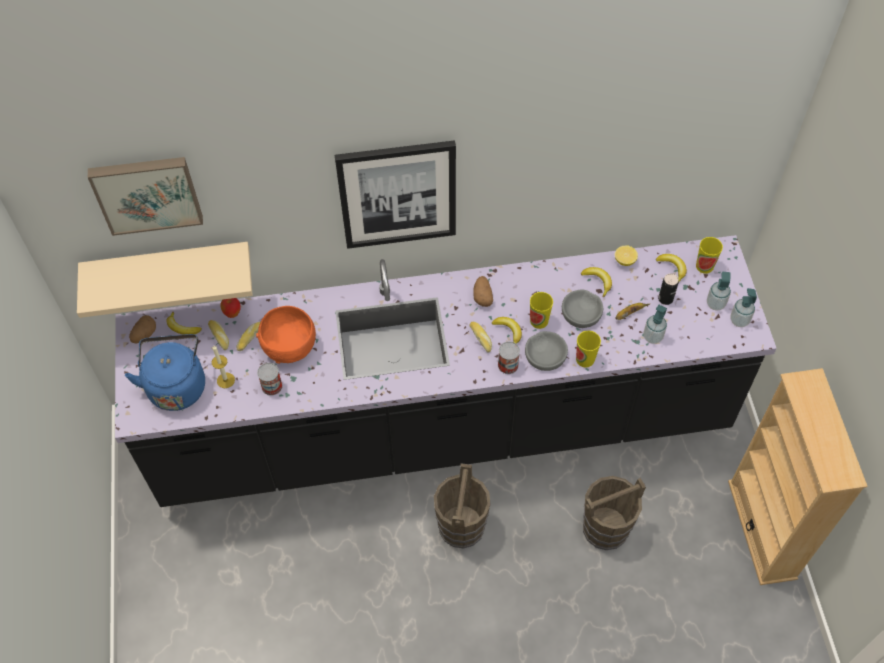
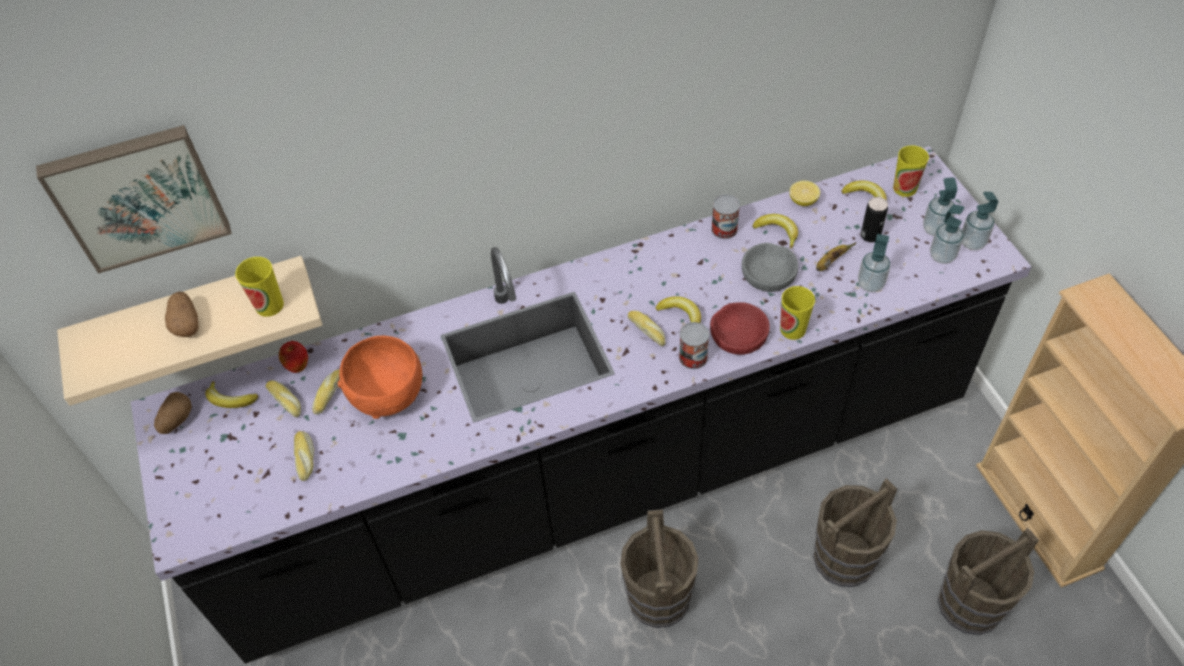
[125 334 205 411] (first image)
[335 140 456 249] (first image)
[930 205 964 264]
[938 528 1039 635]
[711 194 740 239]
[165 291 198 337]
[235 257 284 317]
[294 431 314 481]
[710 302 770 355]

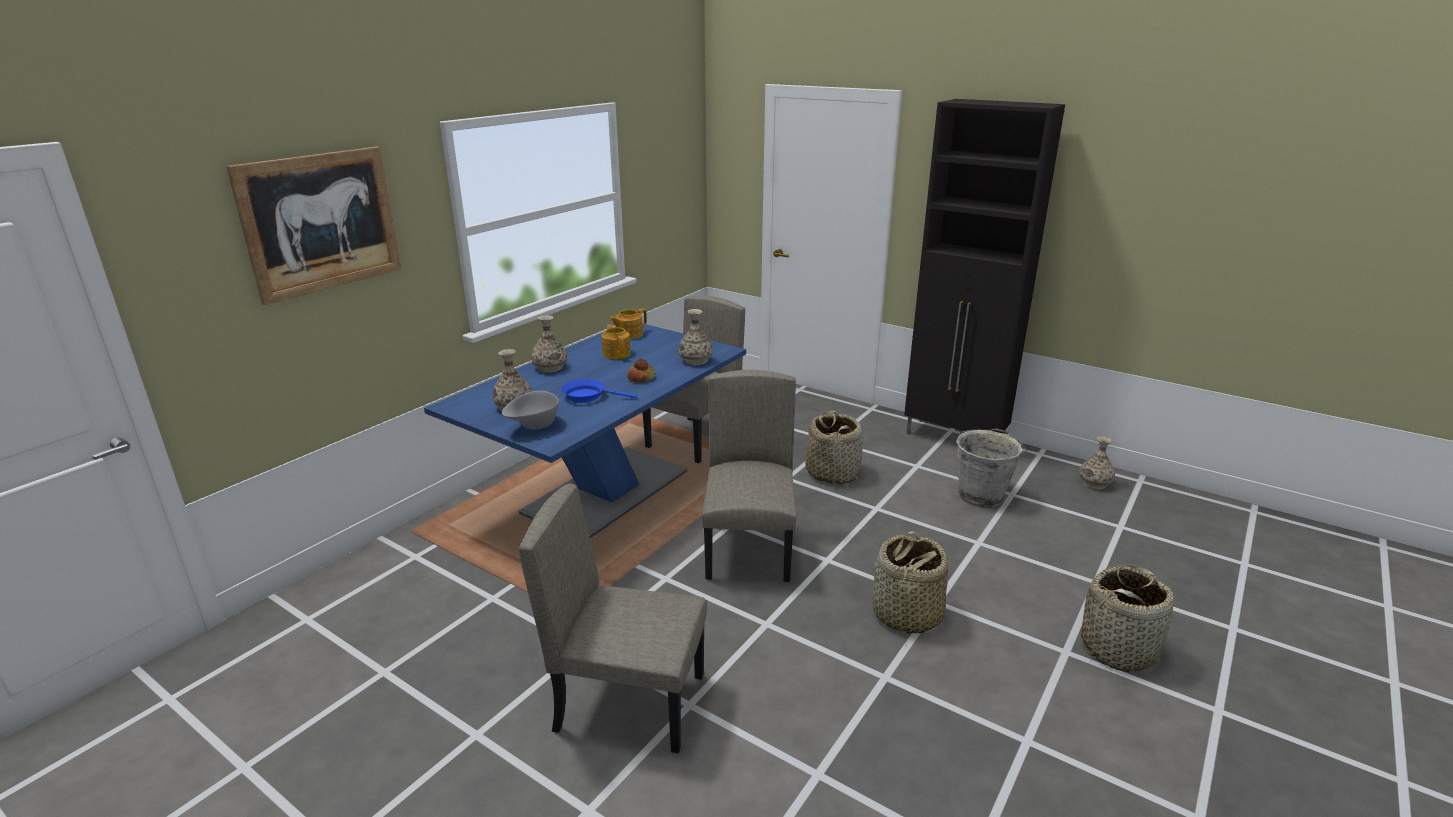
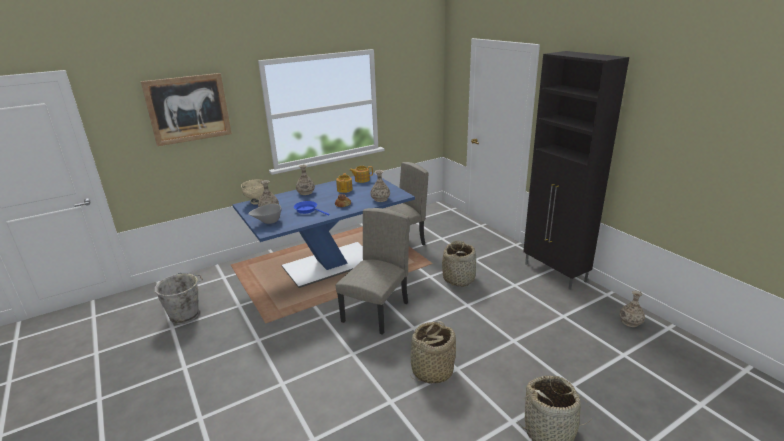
[519 484 707 753] (first image)
[241 179 264 204]
[155 273 203 324]

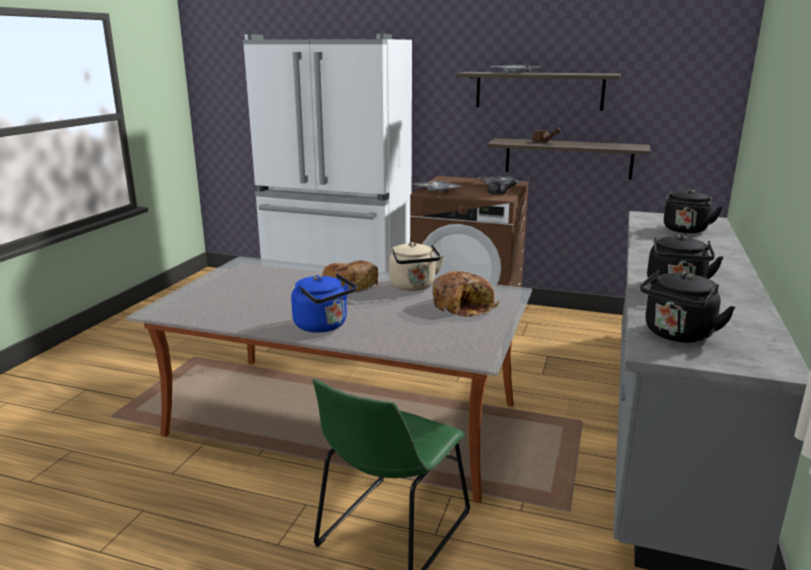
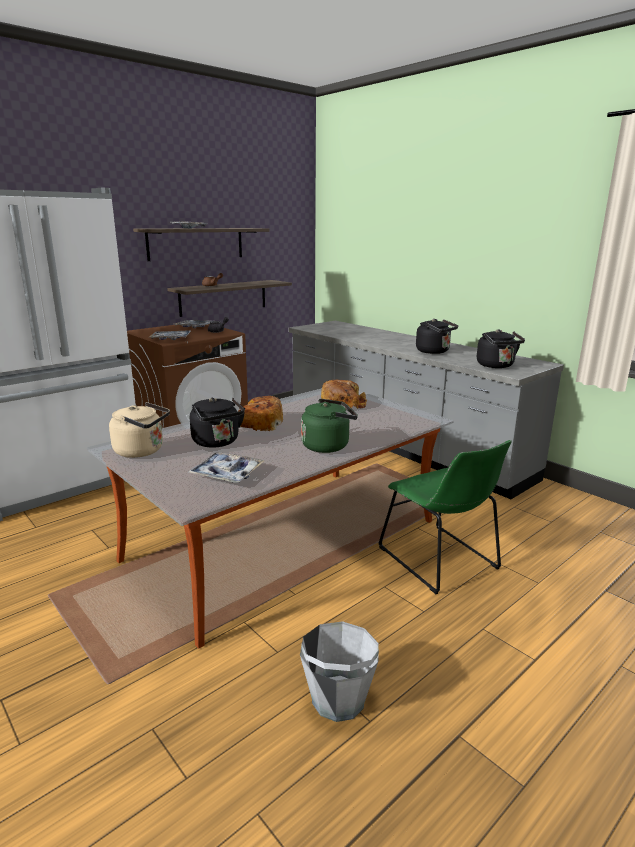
[188 452 265 483]
[300 621 379 722]
[109 402 170 458]
[190 397 245 448]
[301 399 358 453]

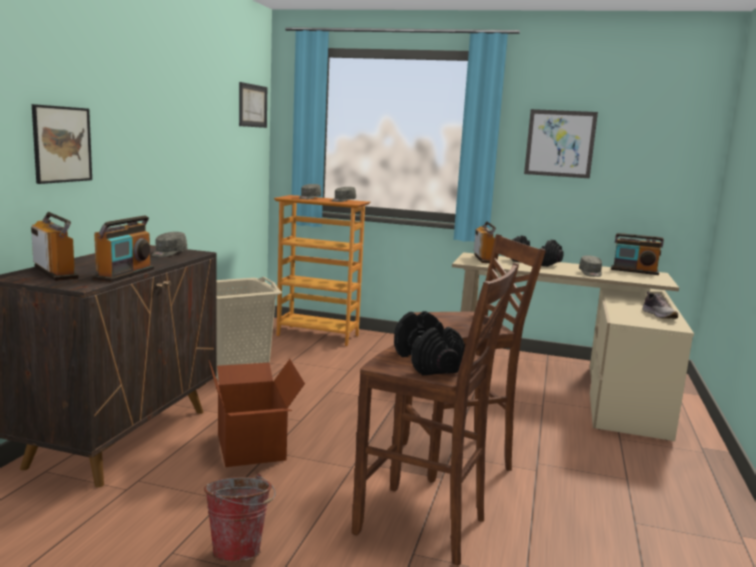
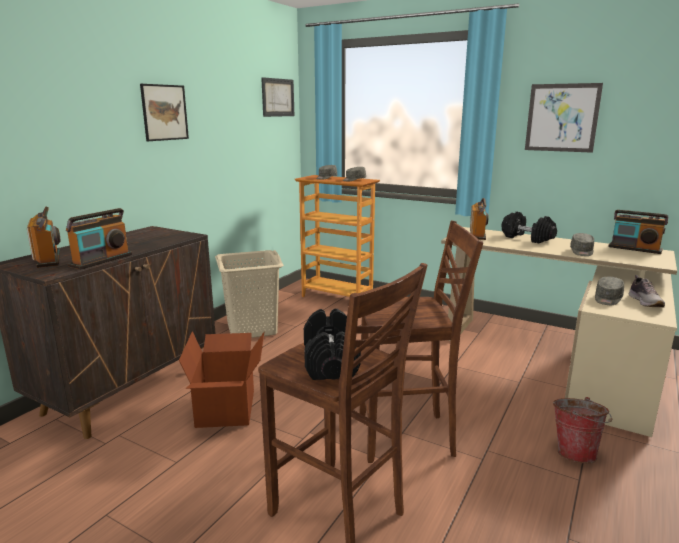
[140 84 189 141]
[595 277 624 305]
[553 397 612 463]

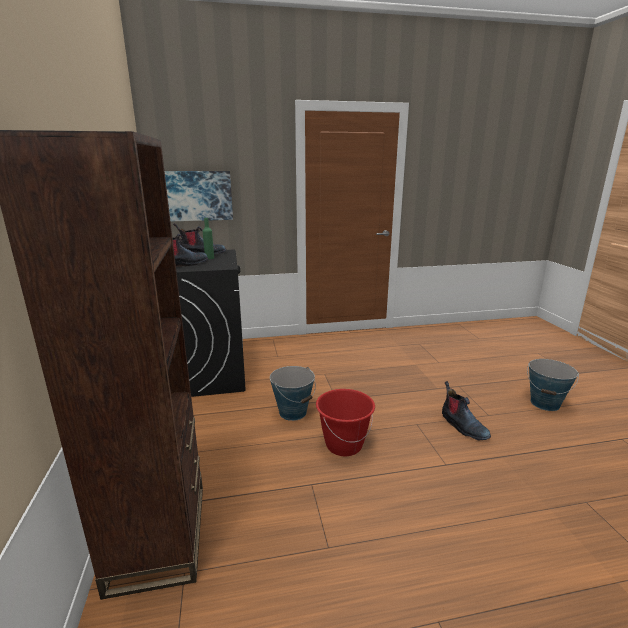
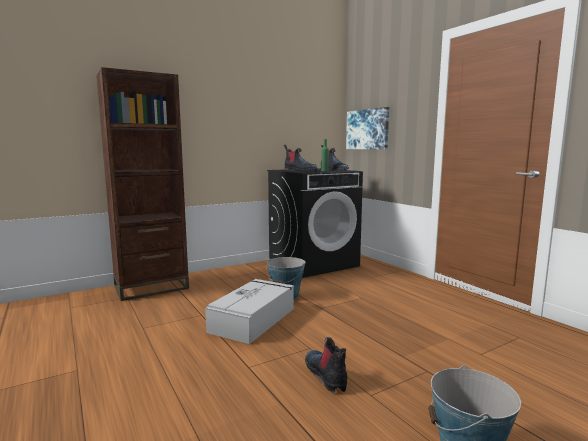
[205 279 294 344]
[305 337 347 393]

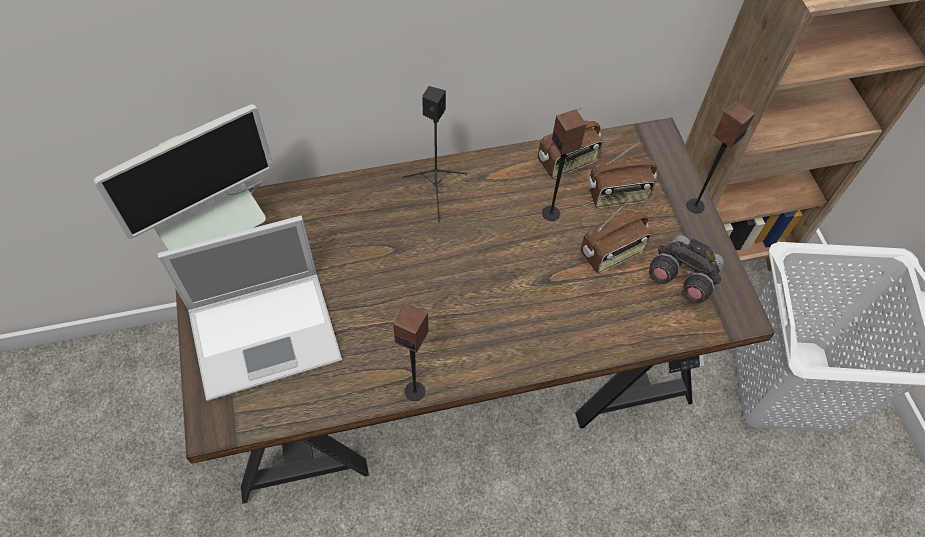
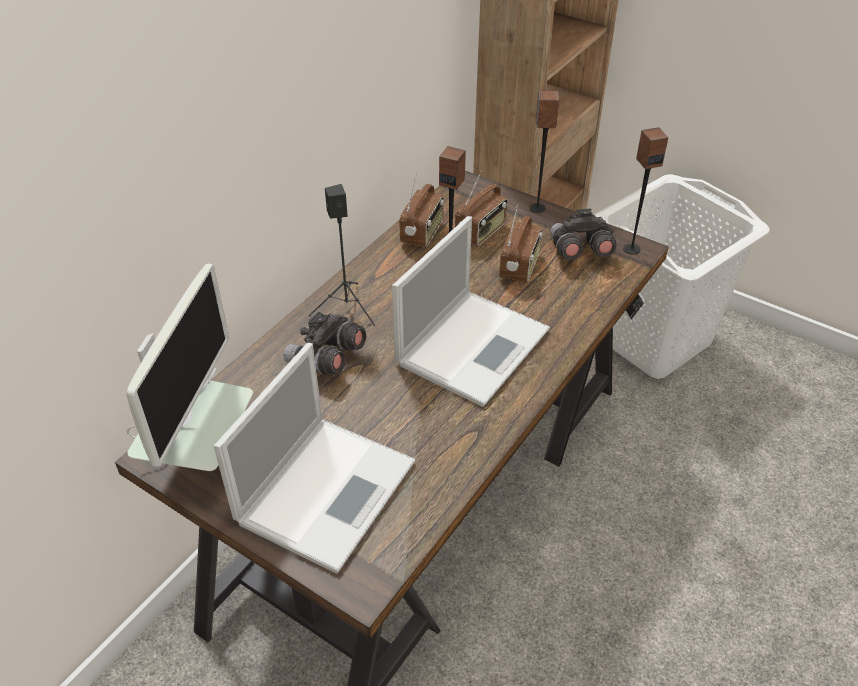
[283 312 367 375]
[392 216 550 407]
[623 127 668 255]

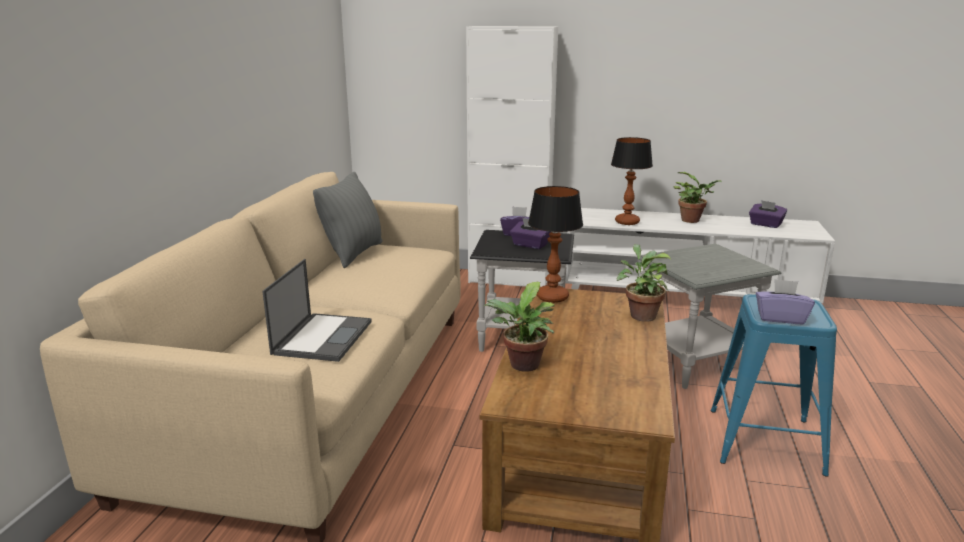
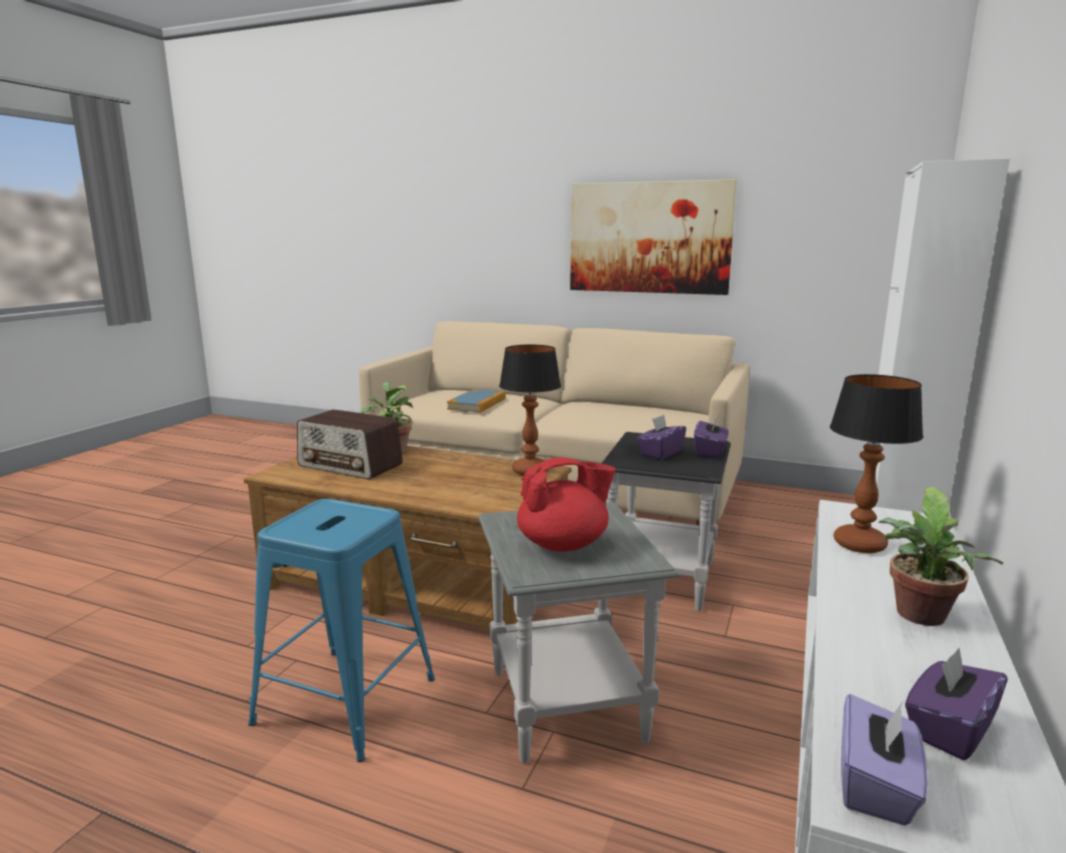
[313 172 383 268] (first image)
[617 244 671 322] (first image)
[297 409 403 479]
[517 457 616 552]
[570 179 737 295]
[841 694 928 826]
[447 389 505 413]

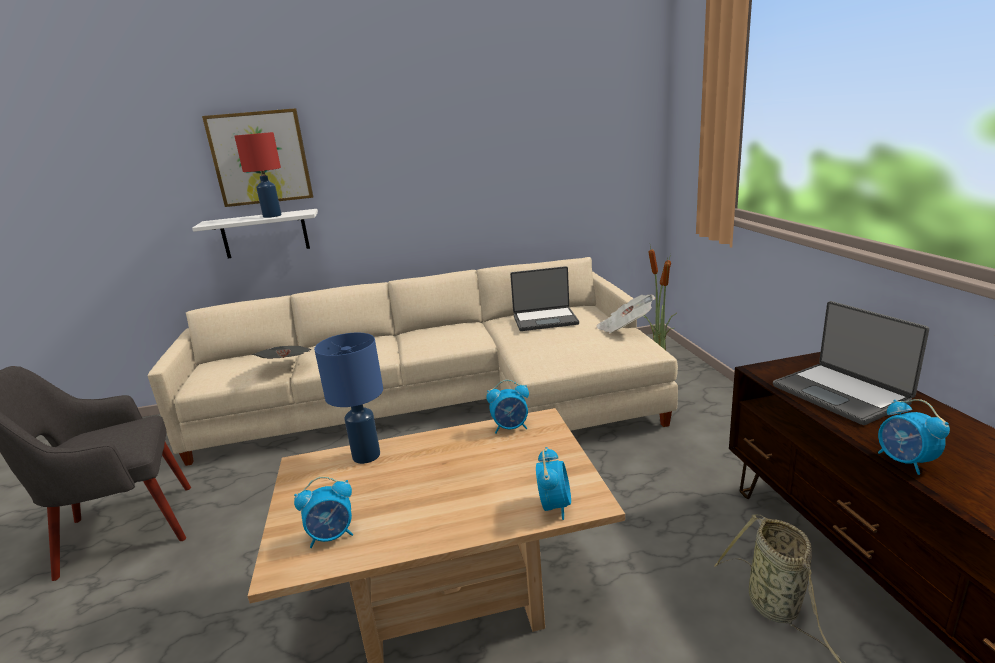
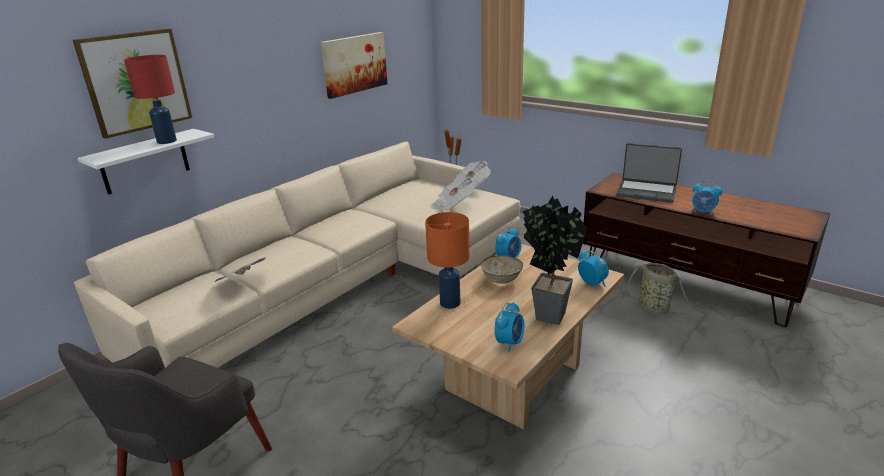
[510 266 579 331] (first image)
[321 32 388 99]
[430 177 474 212]
[481 255 523 284]
[523 196 588 325]
[425 212 470 309]

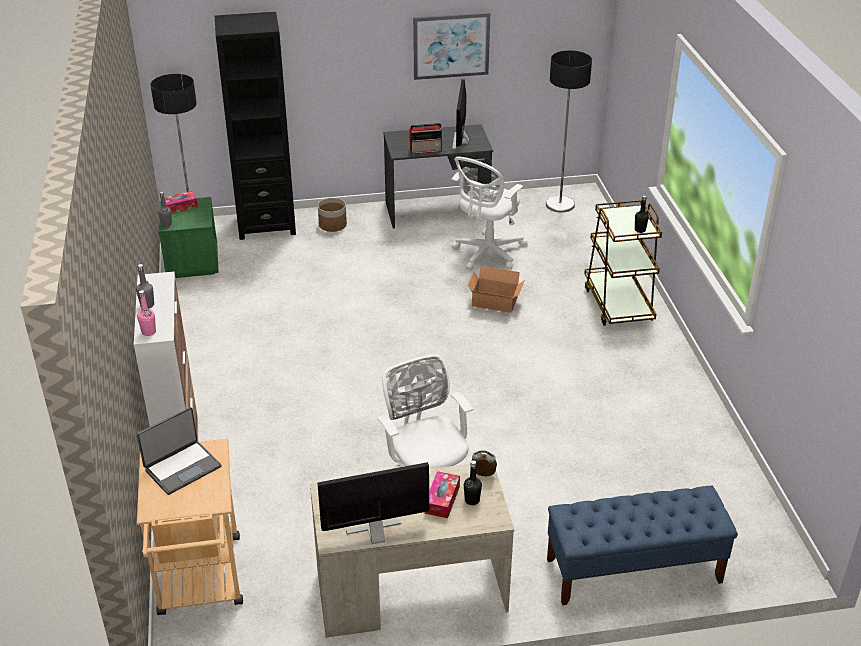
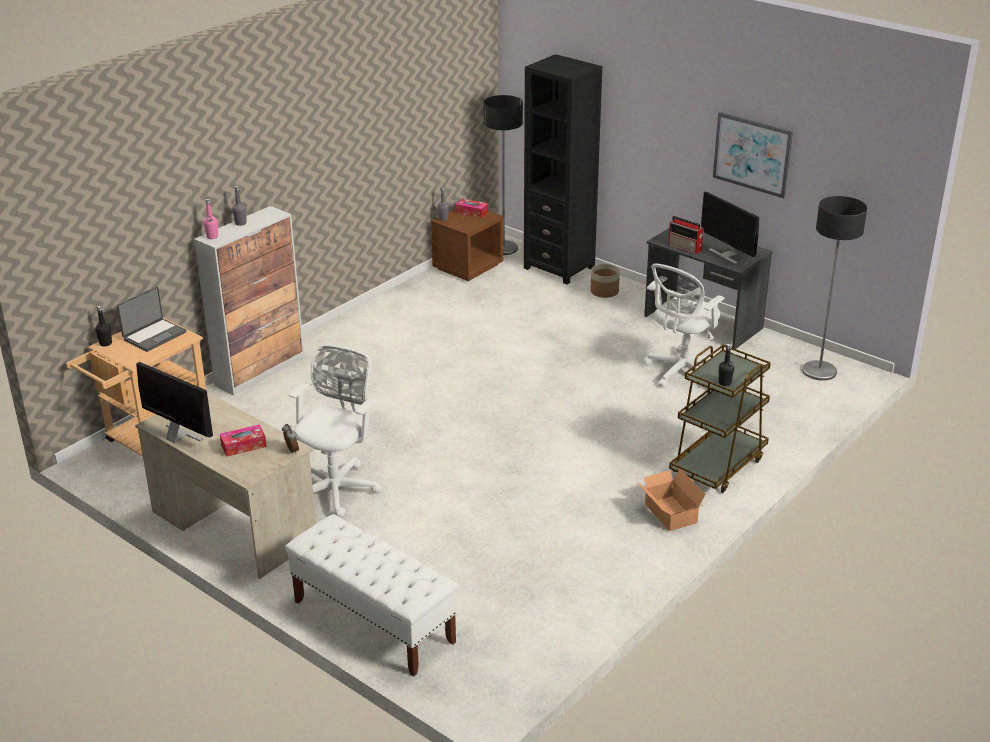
[96 306 112 346]
[638 469 706 531]
[431 209 504 281]
[285 514 458 676]
[117 286 187 352]
[643 263 724 388]
[701 192 759 264]

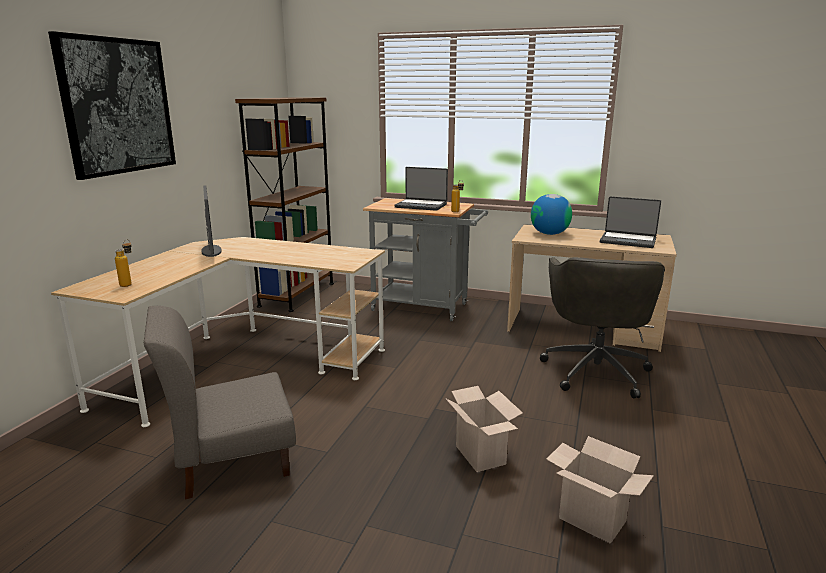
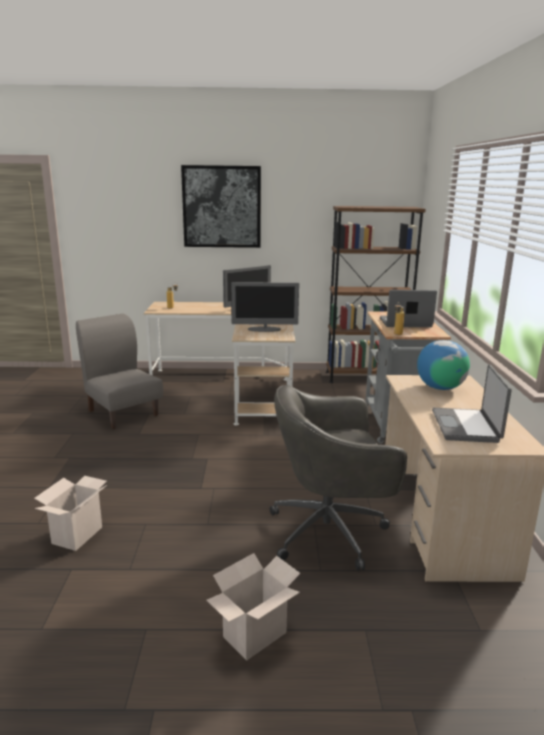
[231 282 299 332]
[206 553 300 660]
[380 290 437 327]

